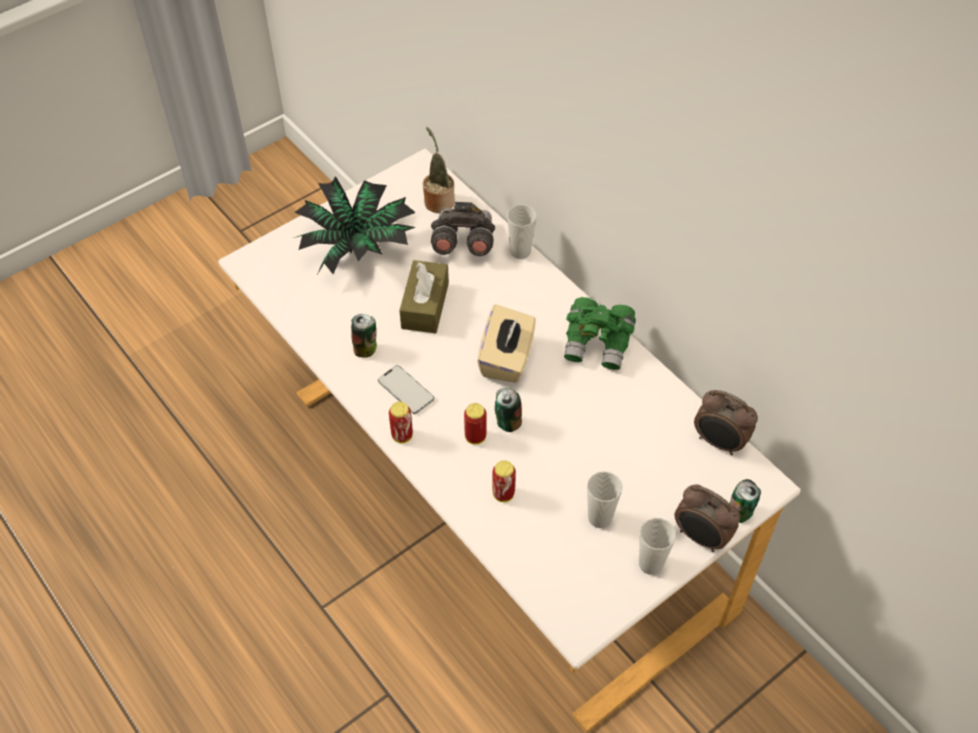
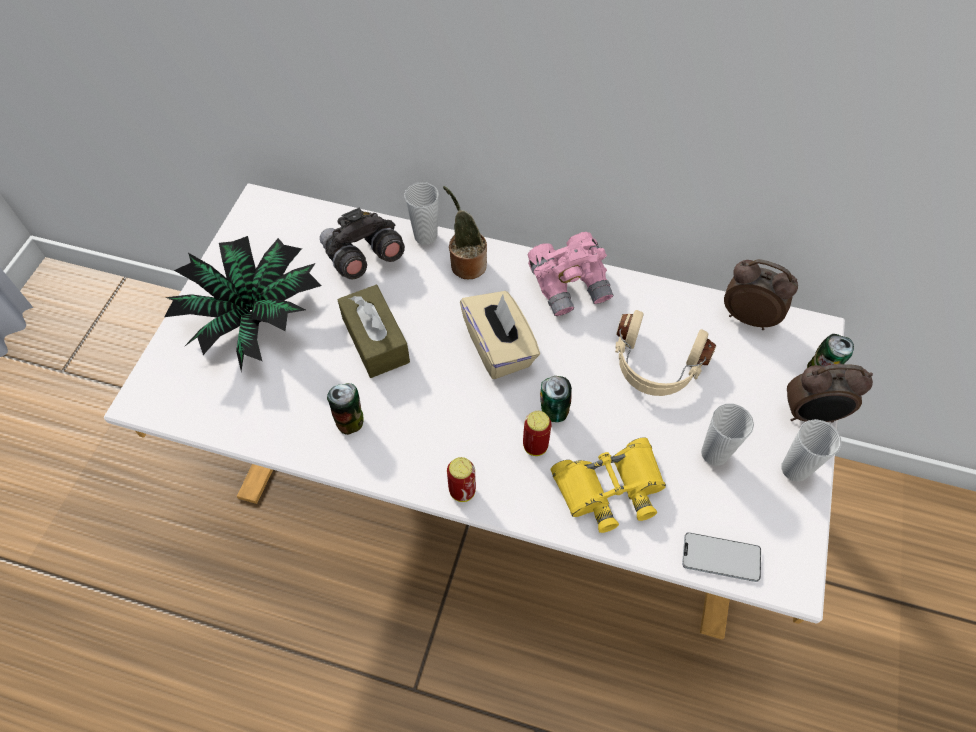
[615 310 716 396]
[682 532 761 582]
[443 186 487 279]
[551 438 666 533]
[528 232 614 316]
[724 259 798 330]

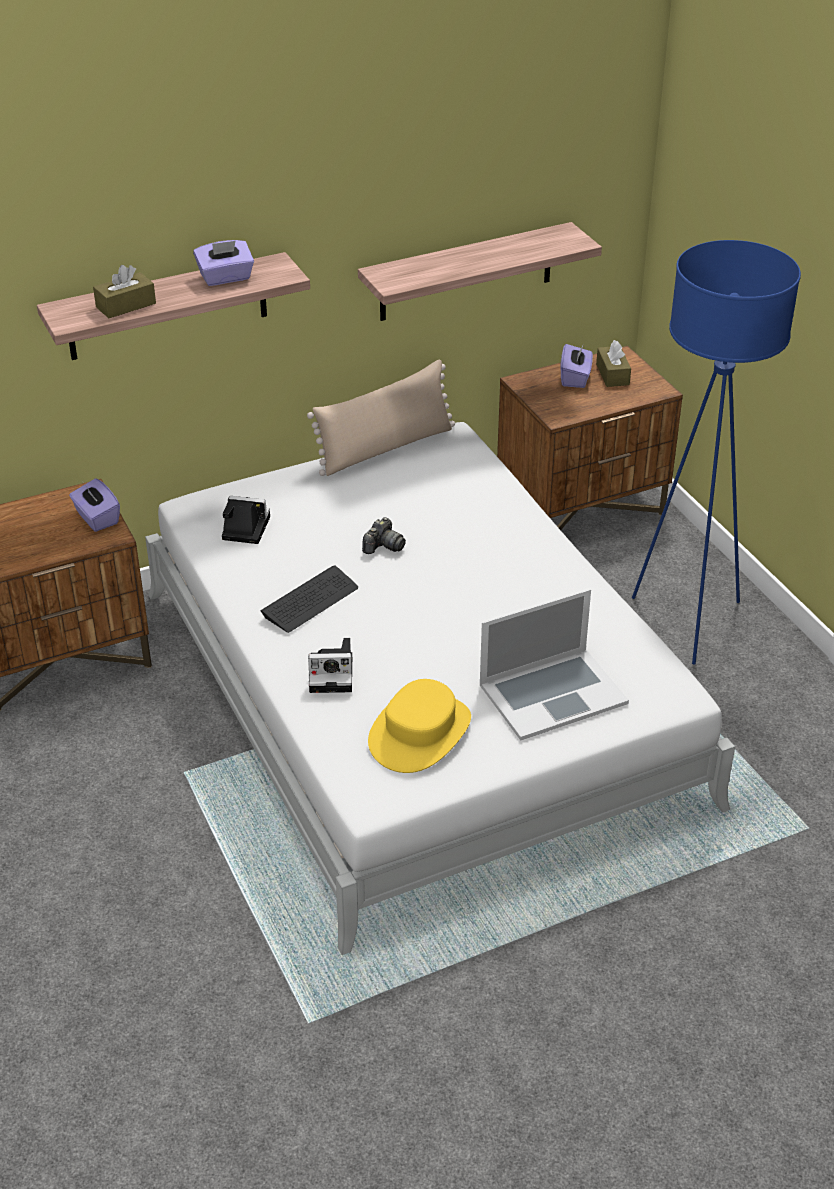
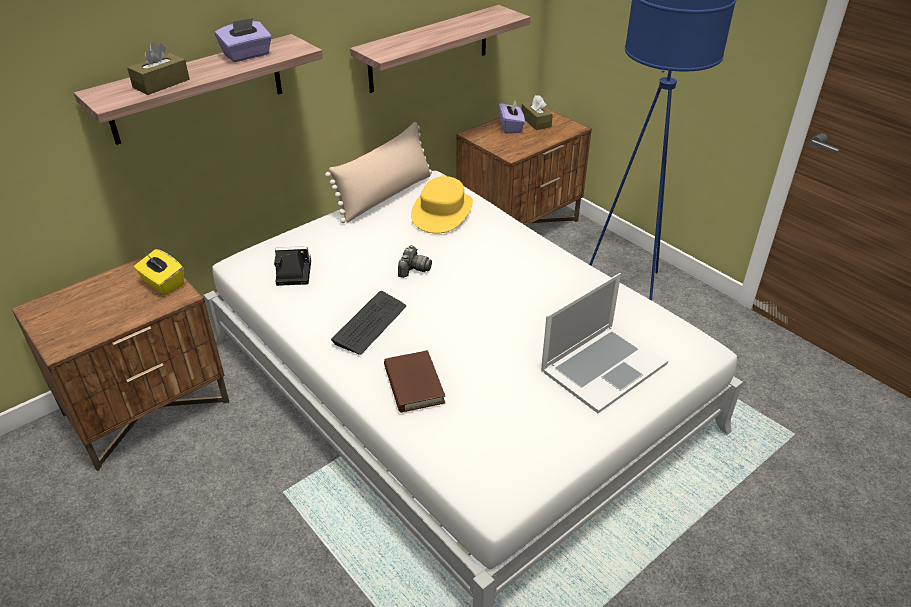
[411 176 473 234]
[384 350 445 412]
[134 249 184 295]

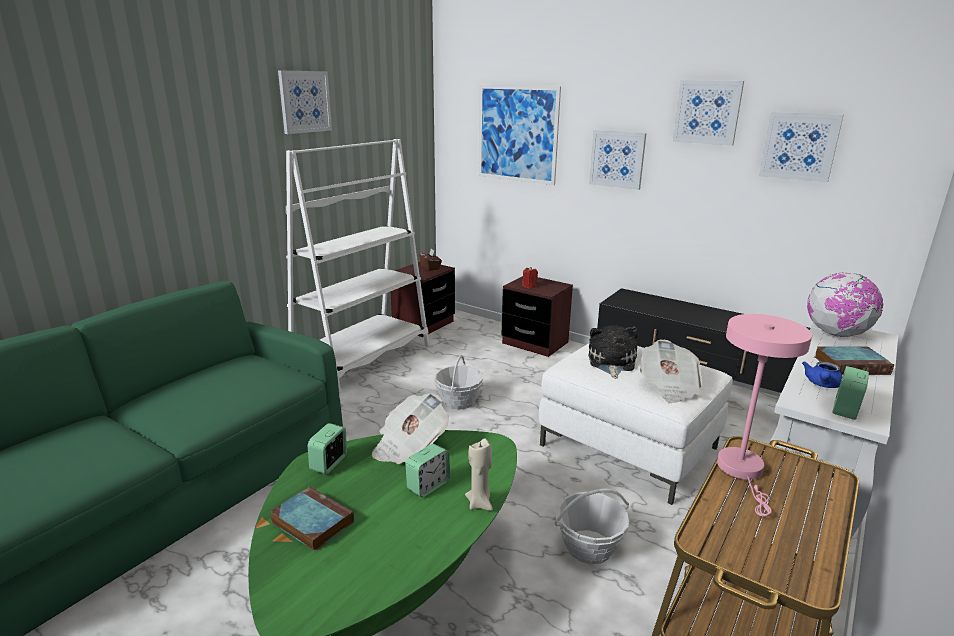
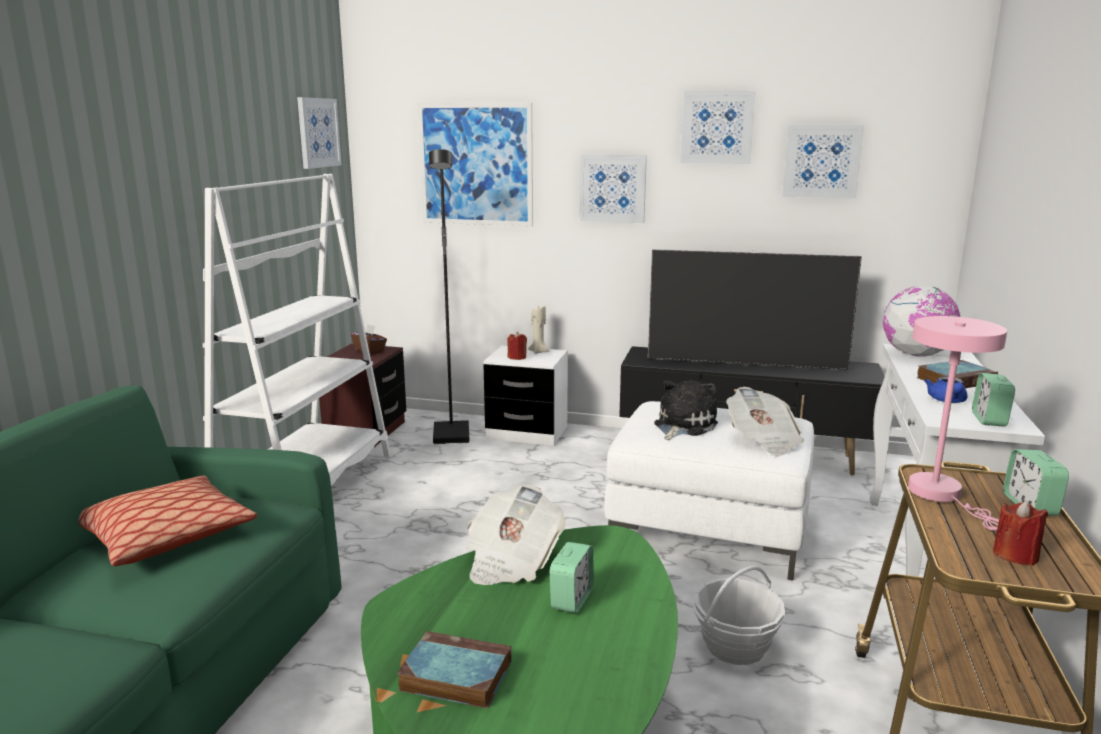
[434 355 483 409] (first image)
[78 476 257 566]
[429 149 469 444]
[648 249 862 370]
[993 501 1048 566]
[297 97 342 169]
[1003 449 1069 516]
[528 306 549 354]
[483 346 568 446]
[654 380 718 440]

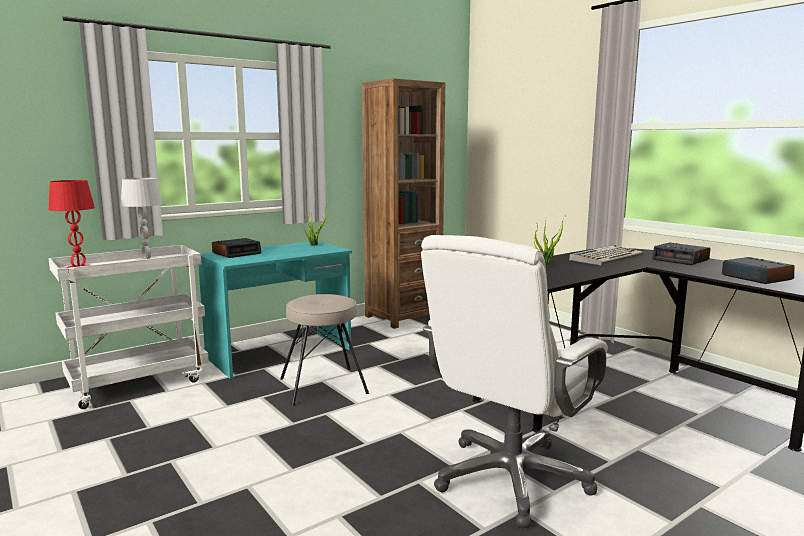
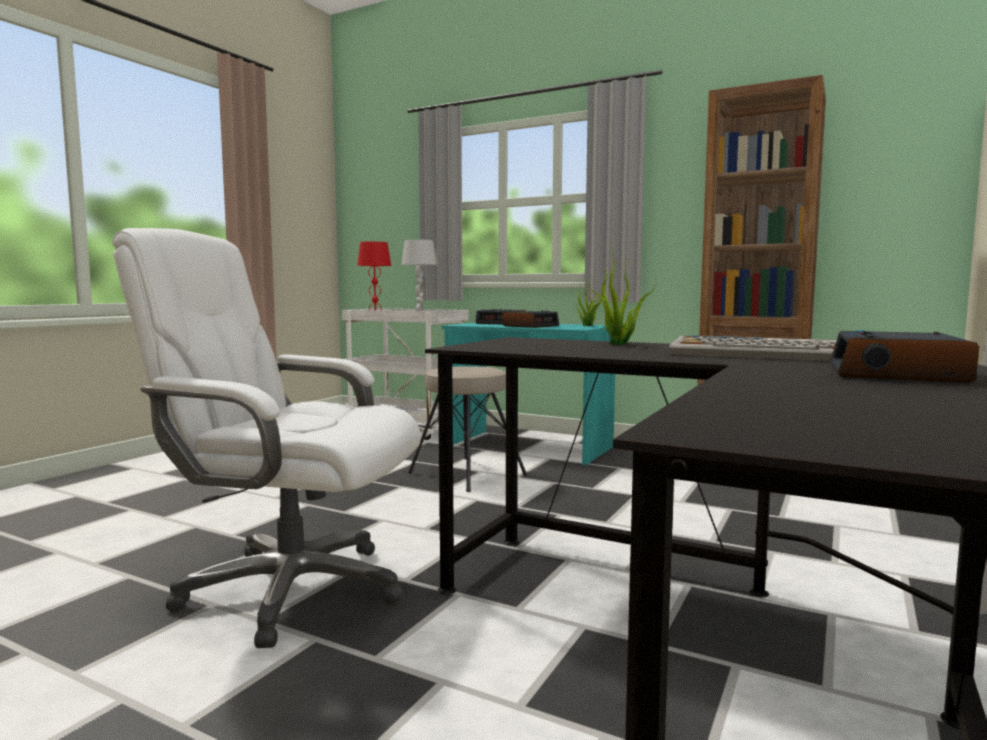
[502 311 559 328]

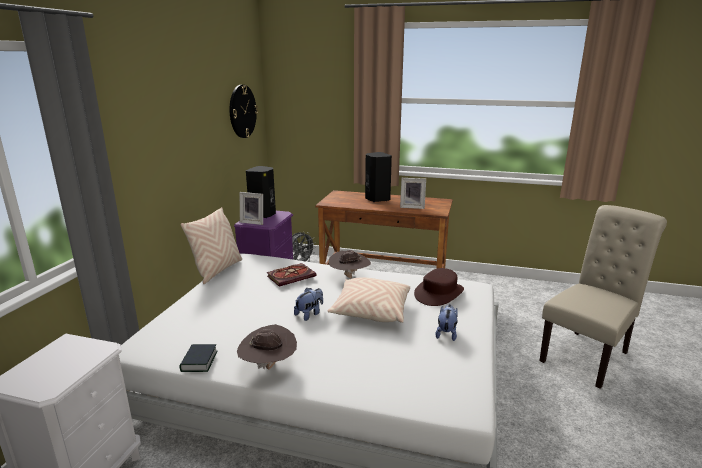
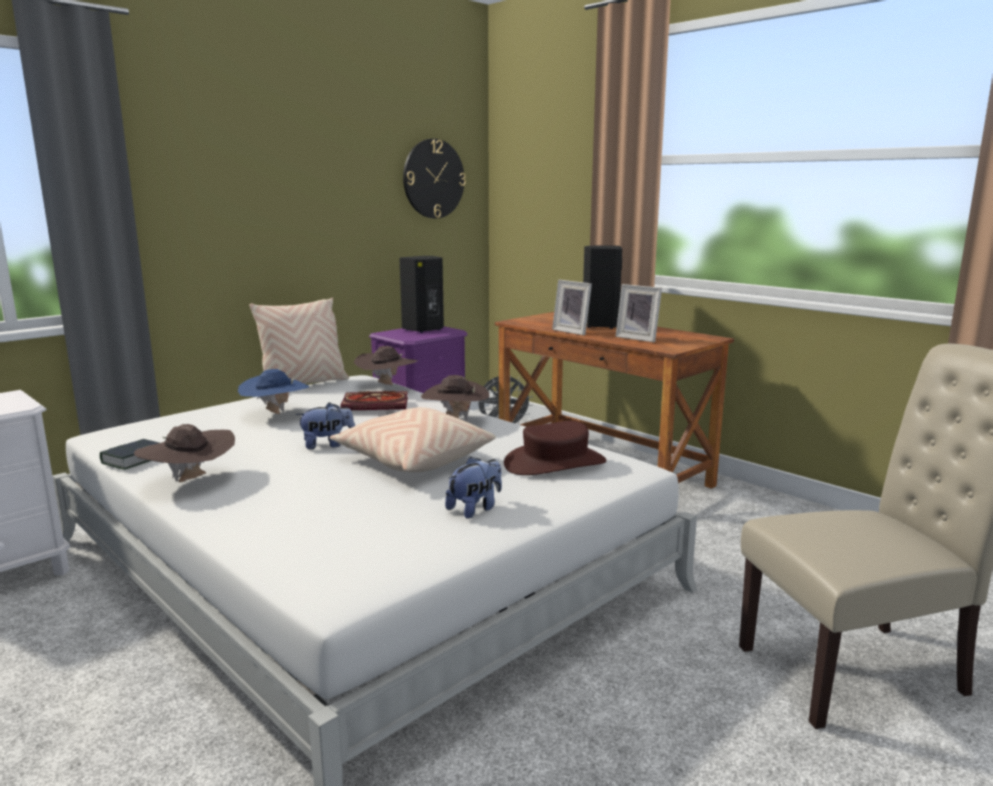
[238 369 309 414]
[354 346 418 386]
[552 280 592 336]

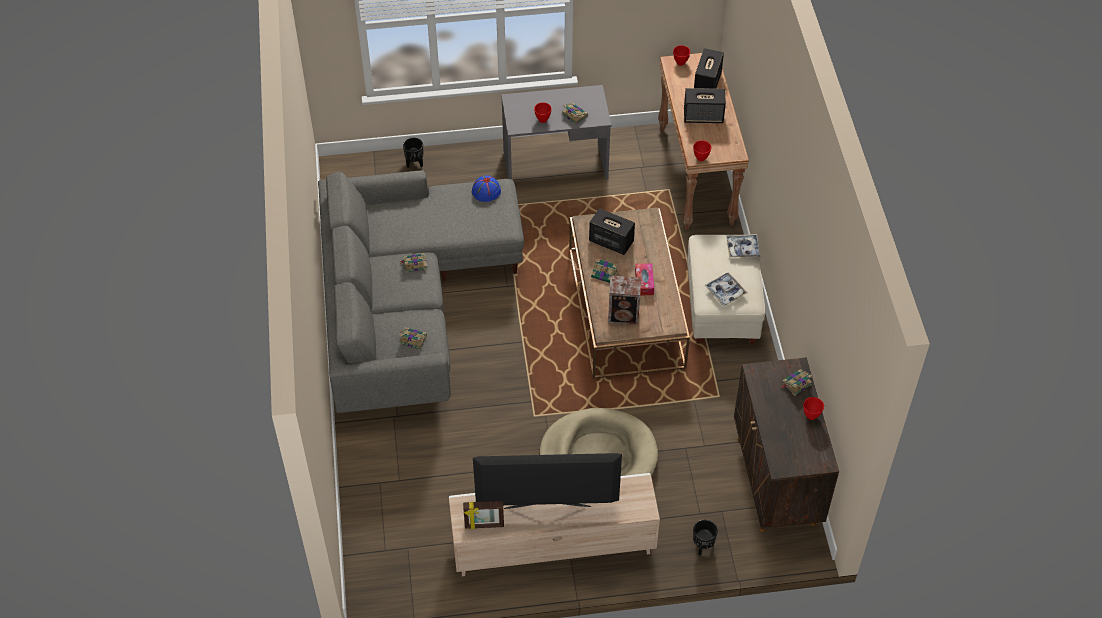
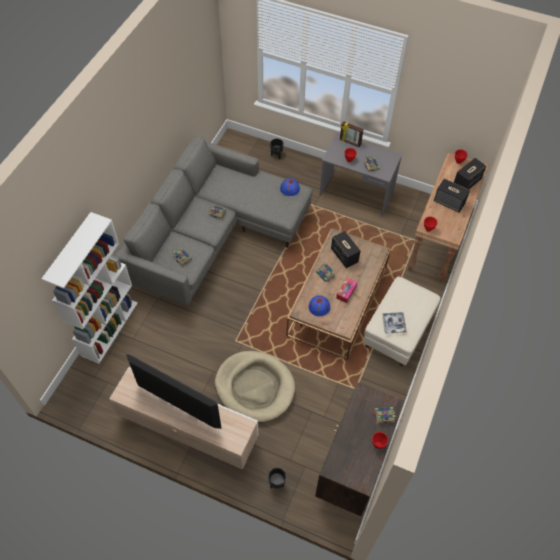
[726 234 760 257] (first image)
[41 212 138 364]
[340 121 364 147]
[308 296 330 316]

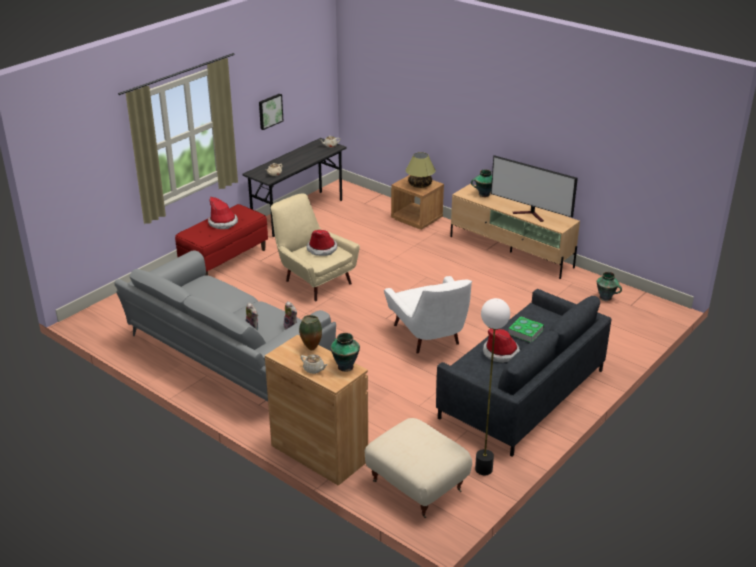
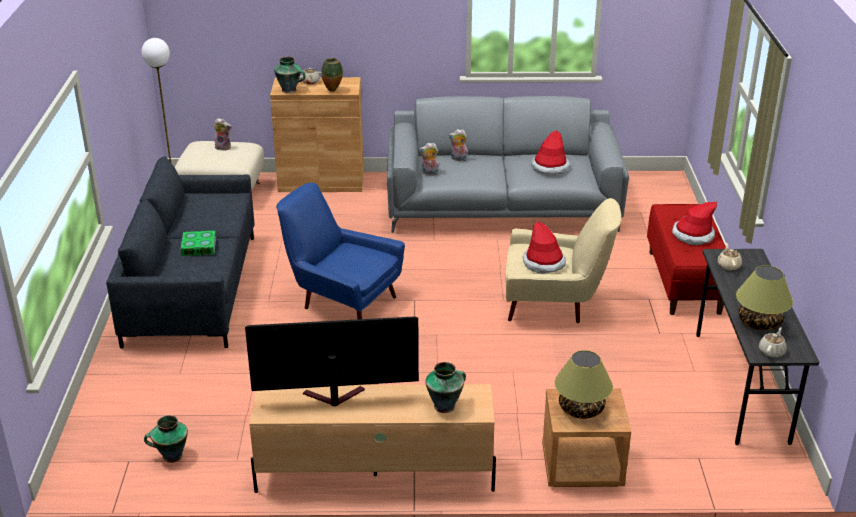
[259 94 283 130] (first image)
[214 118 231 151]
[736 266 793 331]
[531 130 570 175]
[276 182 405 319]

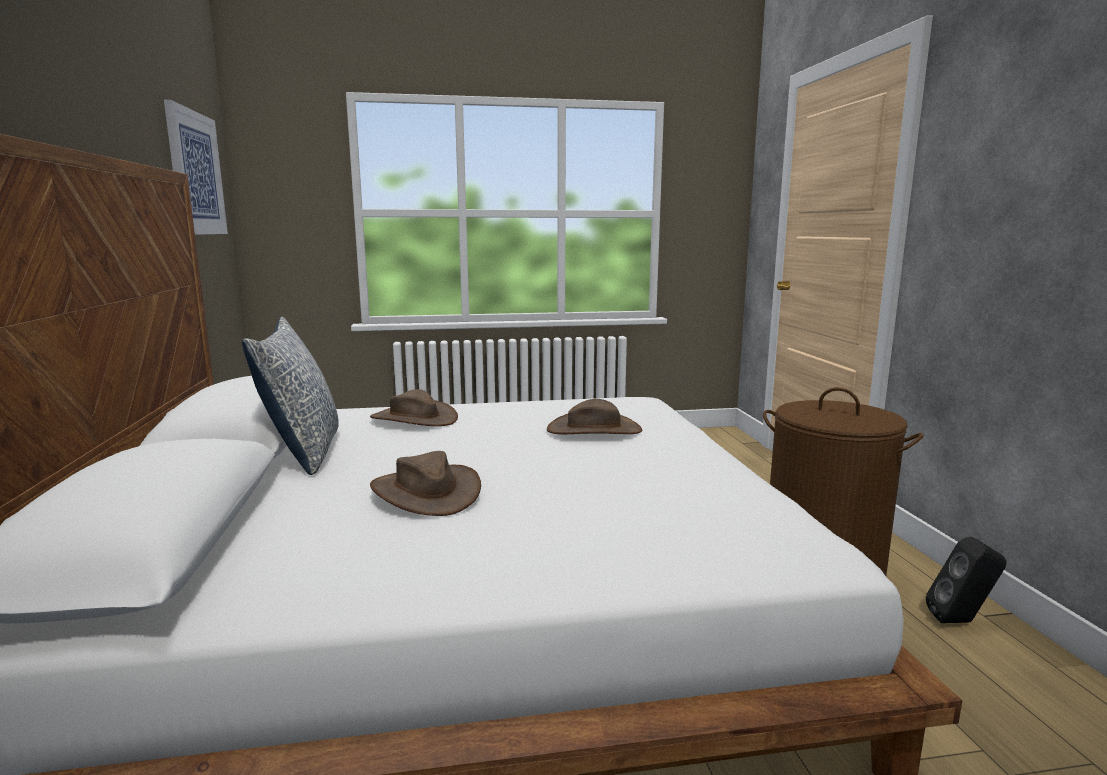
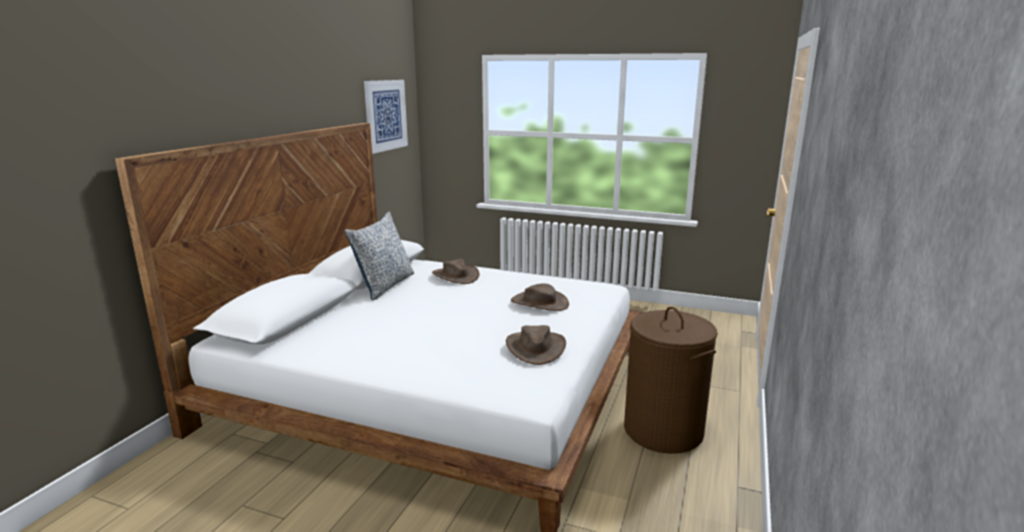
[926 537 1007 623] (first image)
[506 325 566 365]

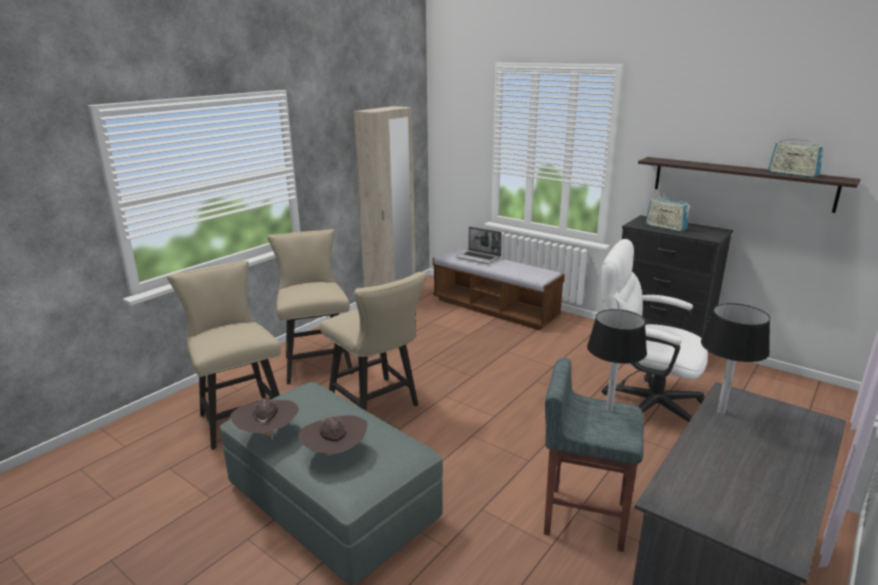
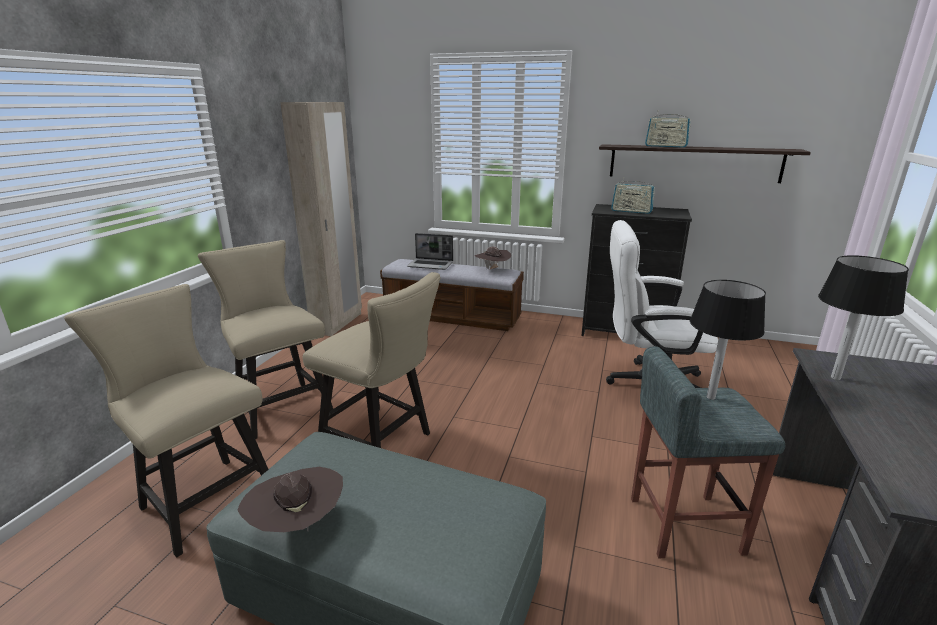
[474 246 511 270]
[645 110 691 148]

